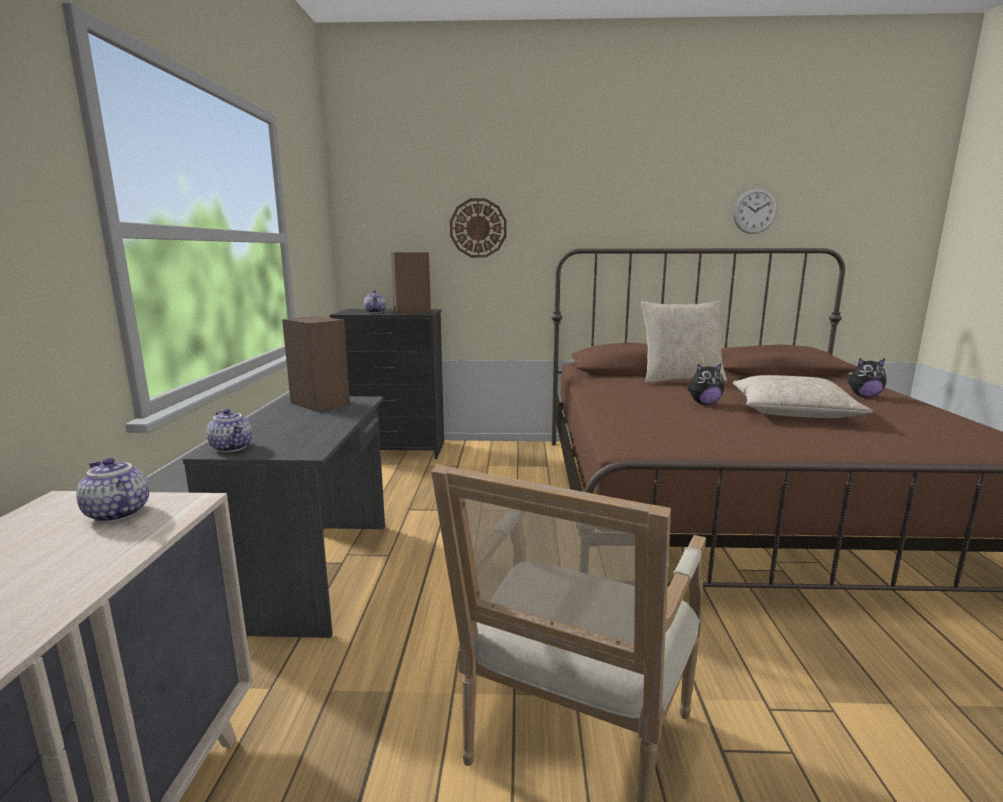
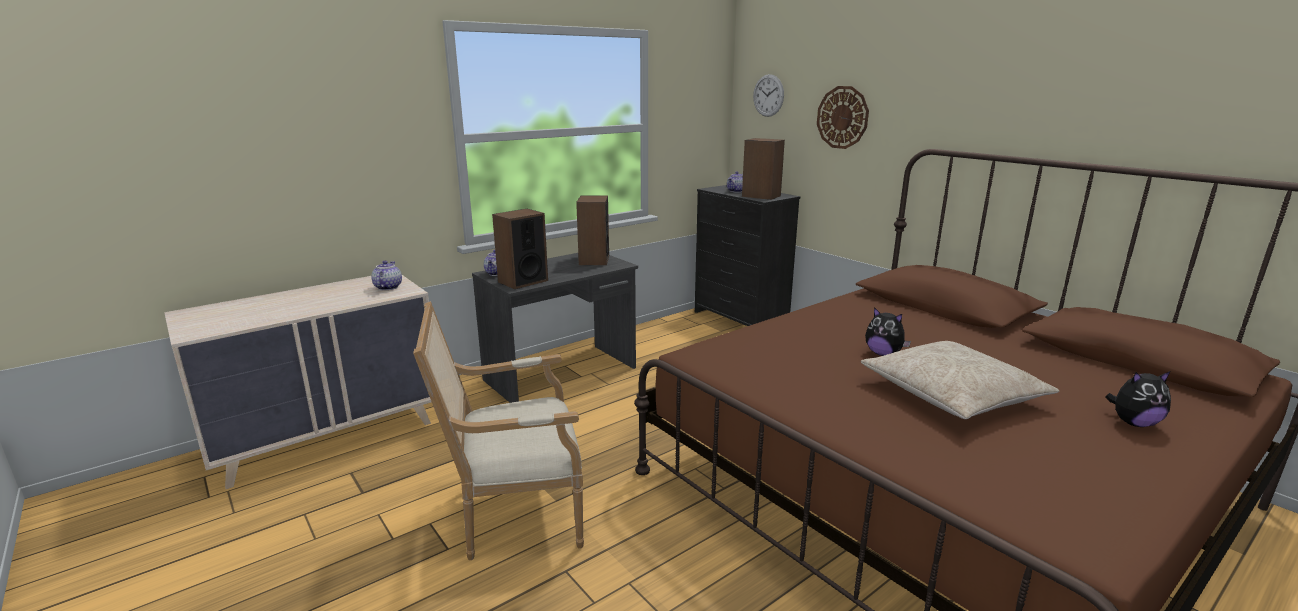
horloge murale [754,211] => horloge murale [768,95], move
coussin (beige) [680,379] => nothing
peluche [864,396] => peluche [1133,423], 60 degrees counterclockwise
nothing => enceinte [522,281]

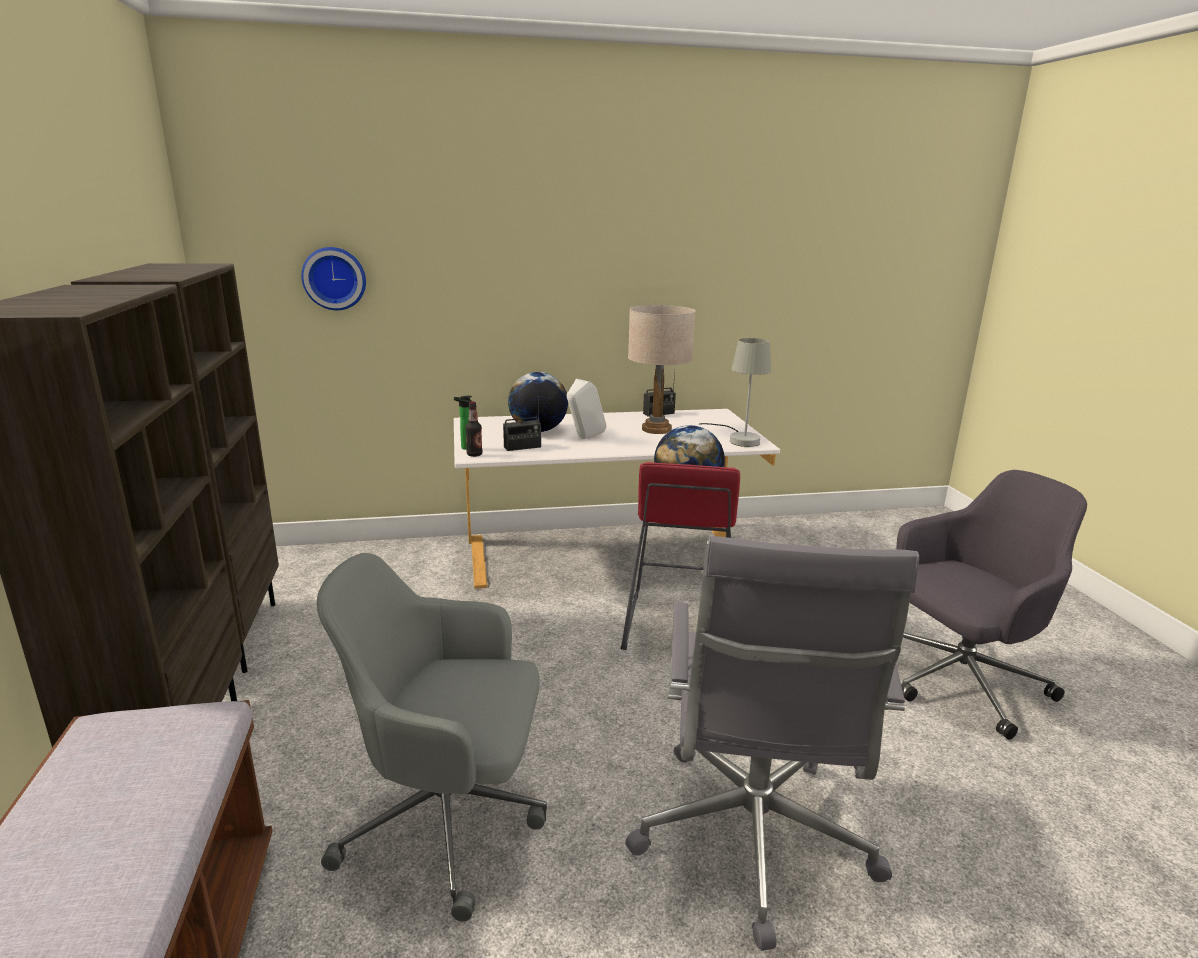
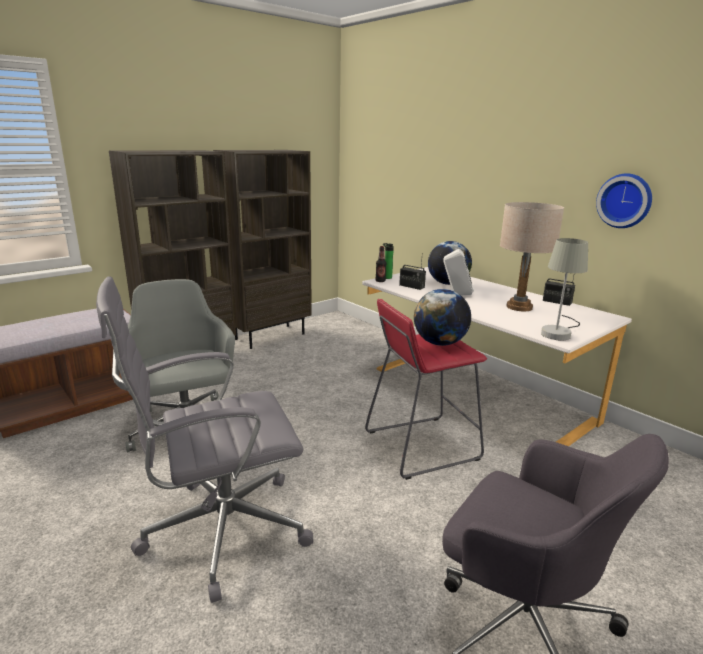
horloge murale [334,278] => horloge murale [625,200], move

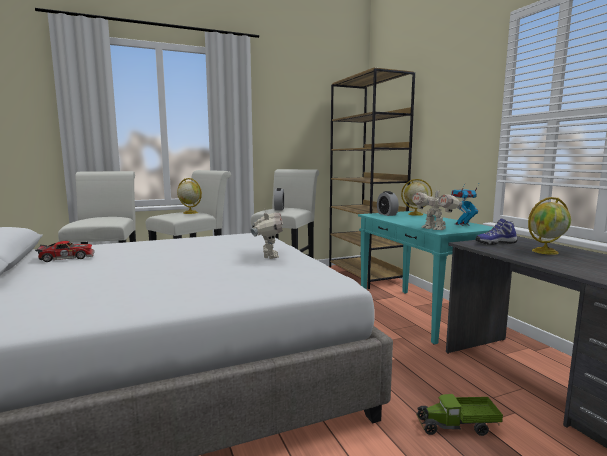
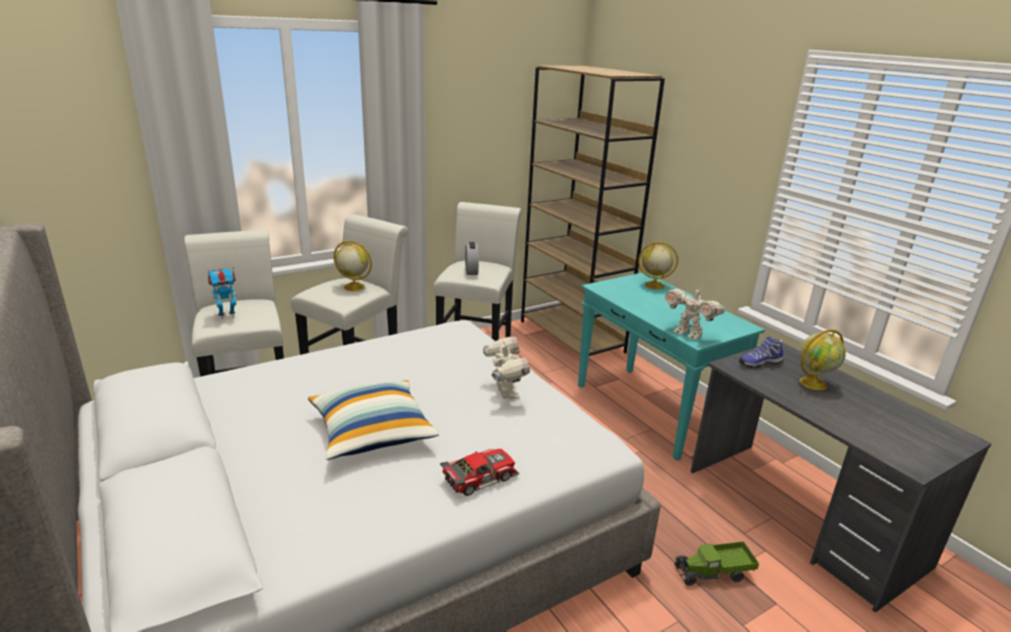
robot jouet [462,224] => robot jouet [227,315], move
réveil [387,214] => nothing
petite voiture [67,257] => petite voiture [478,476], move
nothing => coussin [371,432]

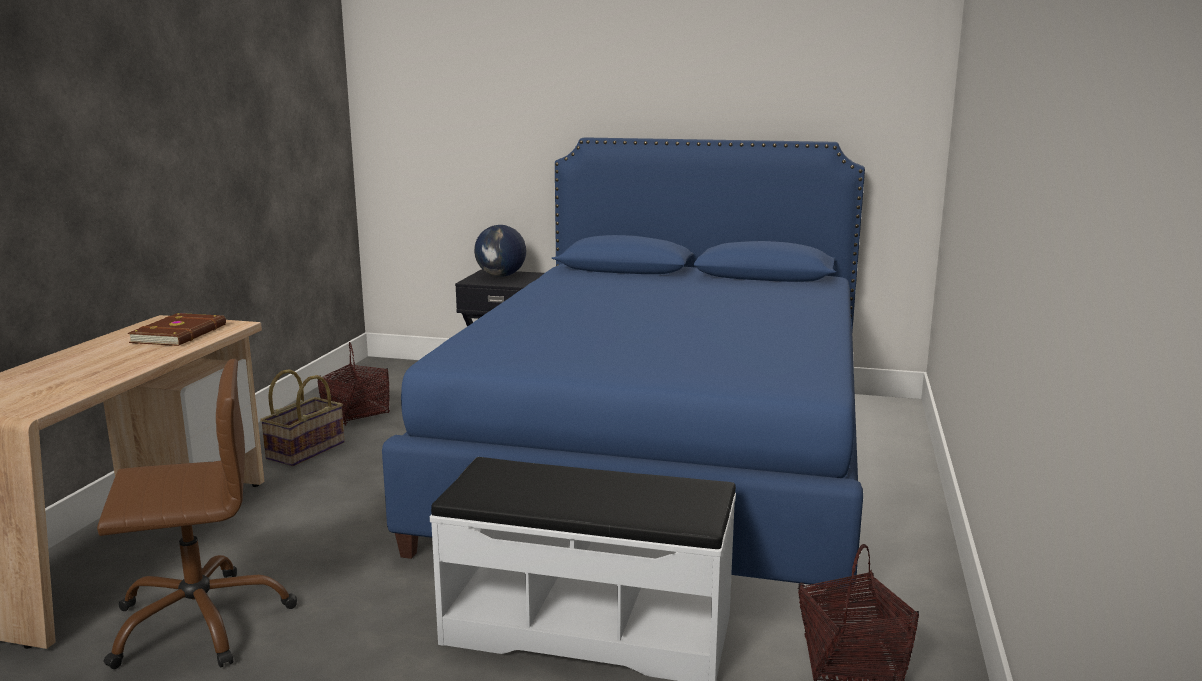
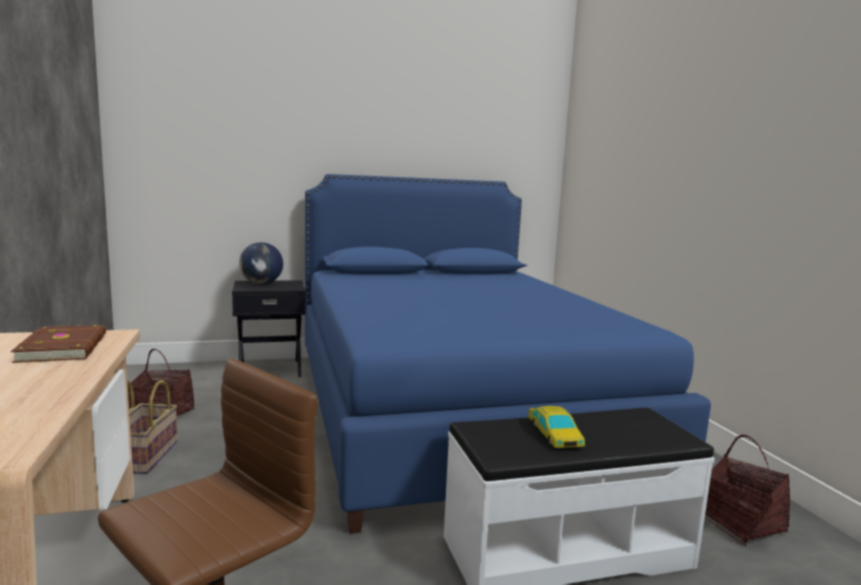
nothing => petite voiture [554,434]

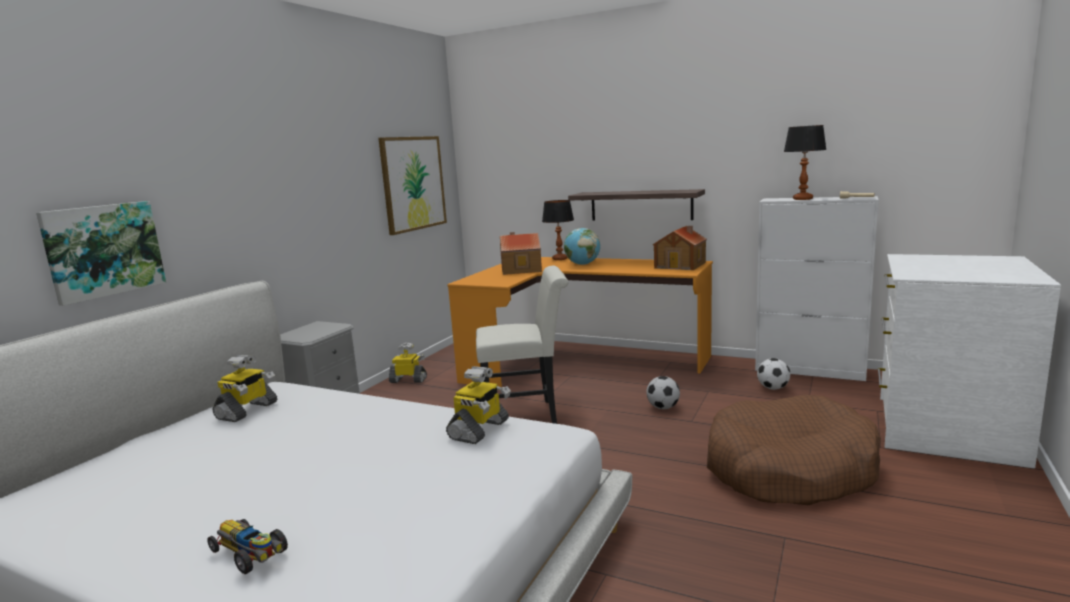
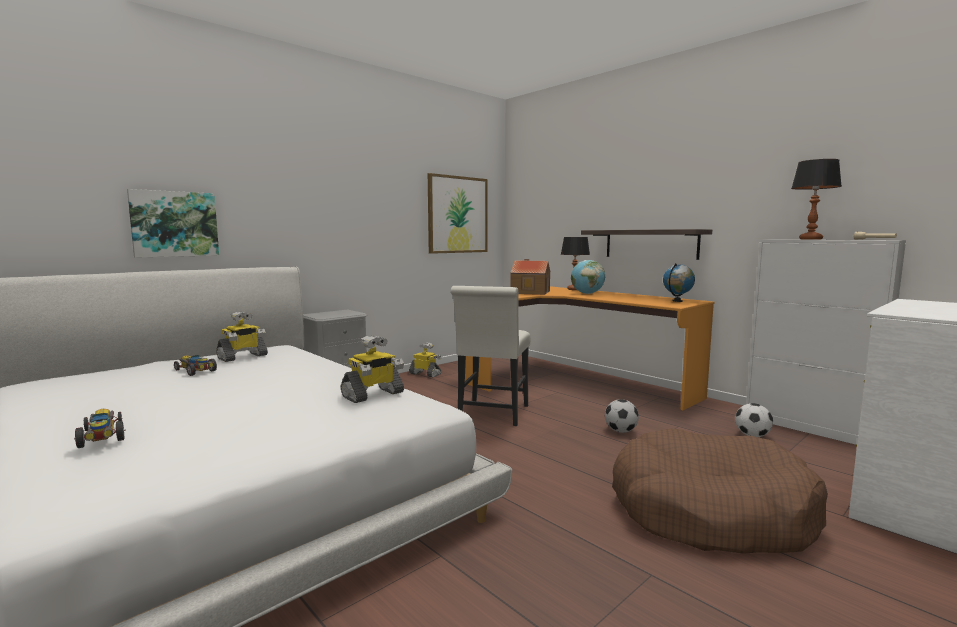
maison miniature [681,265] => globe [677,301]
chaise (blanc) [527,416] => chaise (blanc) [492,415], 90 degrees clockwise
nothing => petite voiture [196,371]

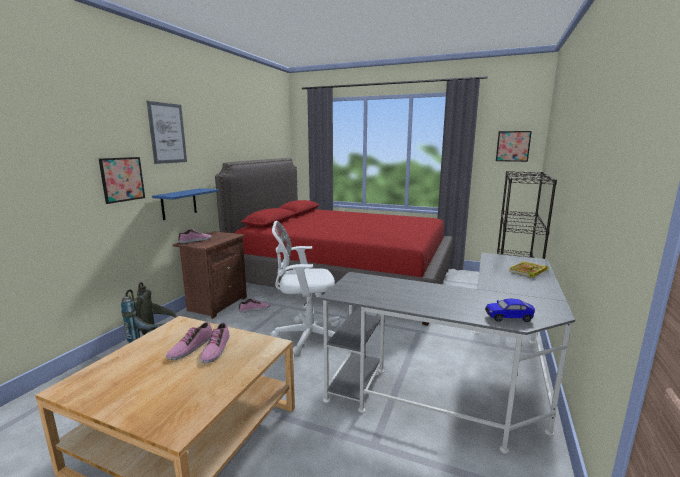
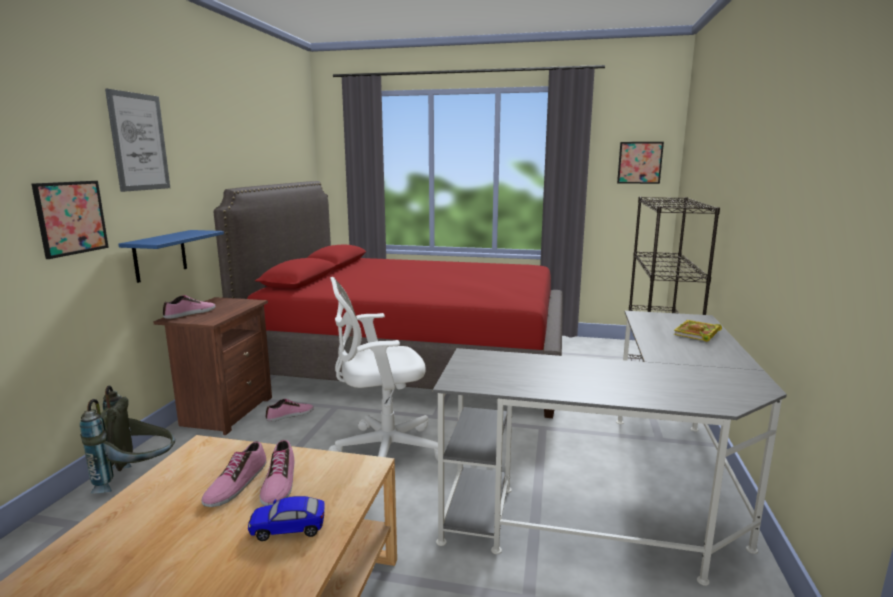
petite voiture [508,317] => petite voiture [288,529], move

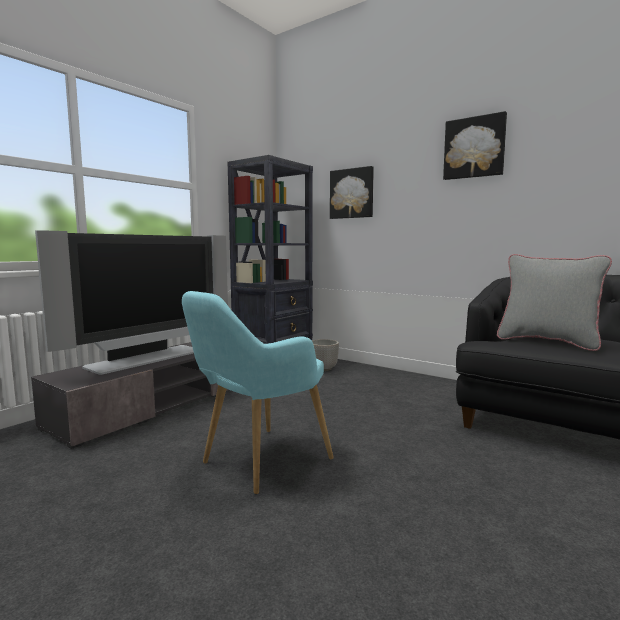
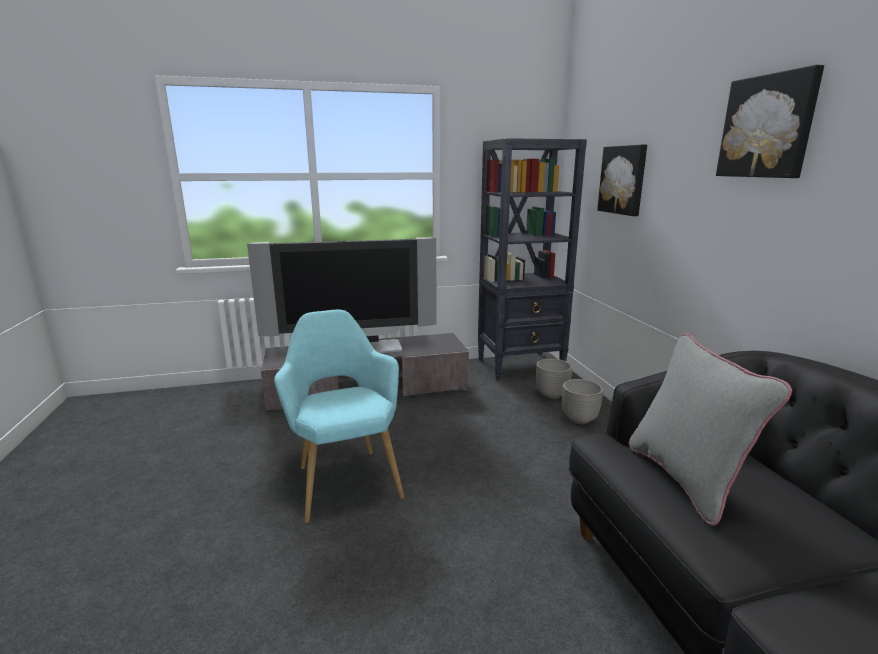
fauteuil (turquoise) [258,462] => fauteuil (turquoise) [345,478], 75 degrees clockwise
nothing => cache-pot [580,420]

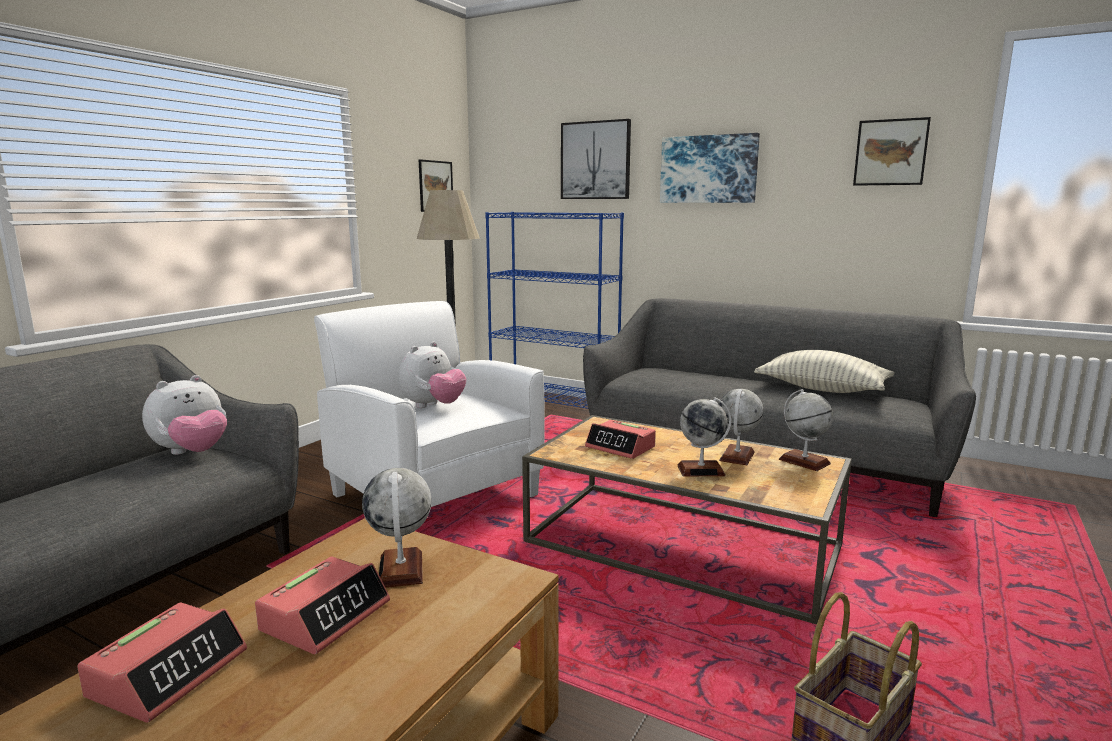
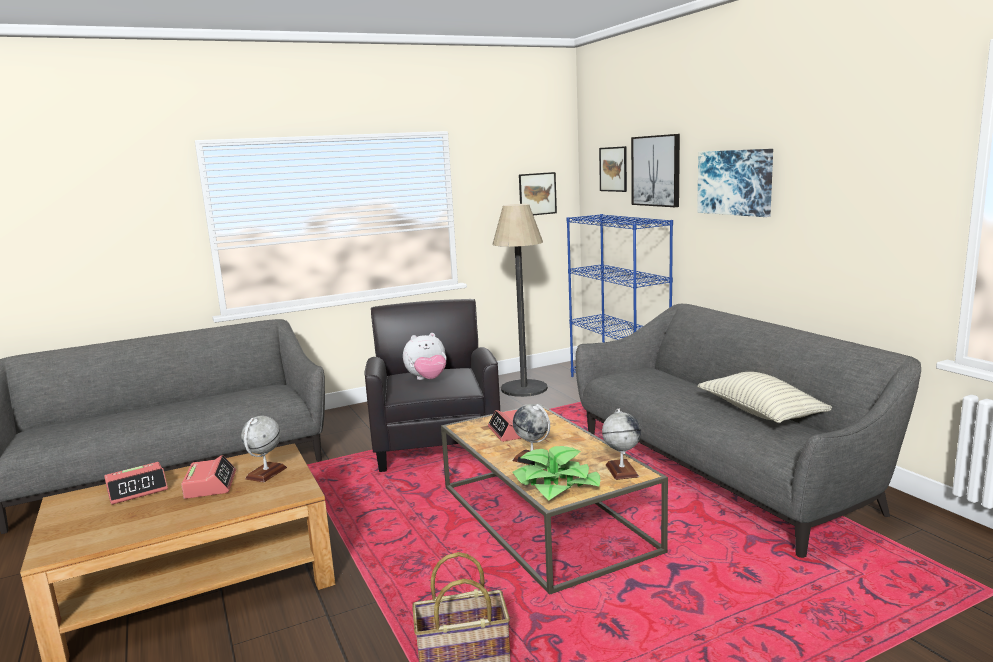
tableau [890,152] => tableau [613,169], move
fauteuil (blanc) [433,494] => fauteuil (noir) [436,443]
peluche [192,453] => nothing
globe [737,456] => nothing
réveil [326,616] => réveil [210,485], 75 degrees counterclockwise
nothing => plante en pot [556,485]

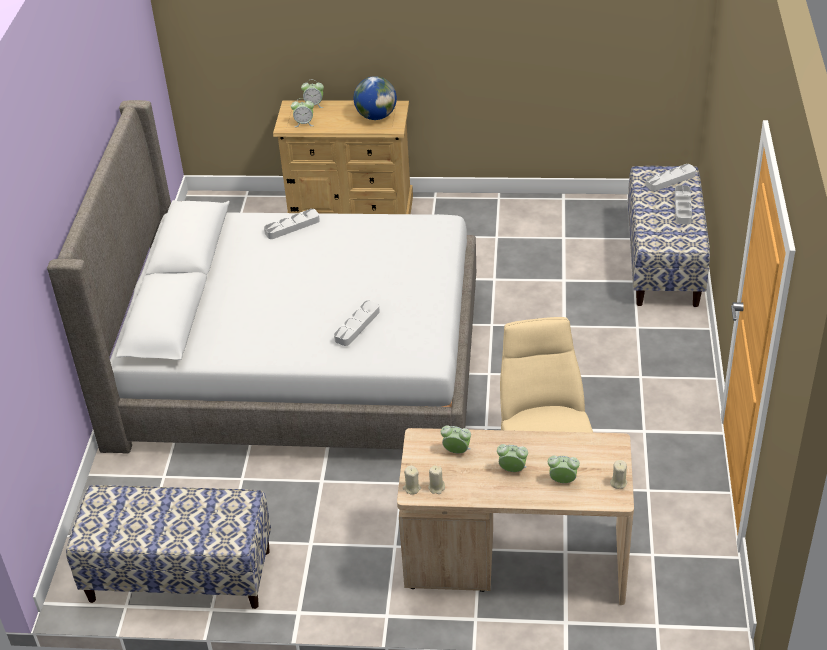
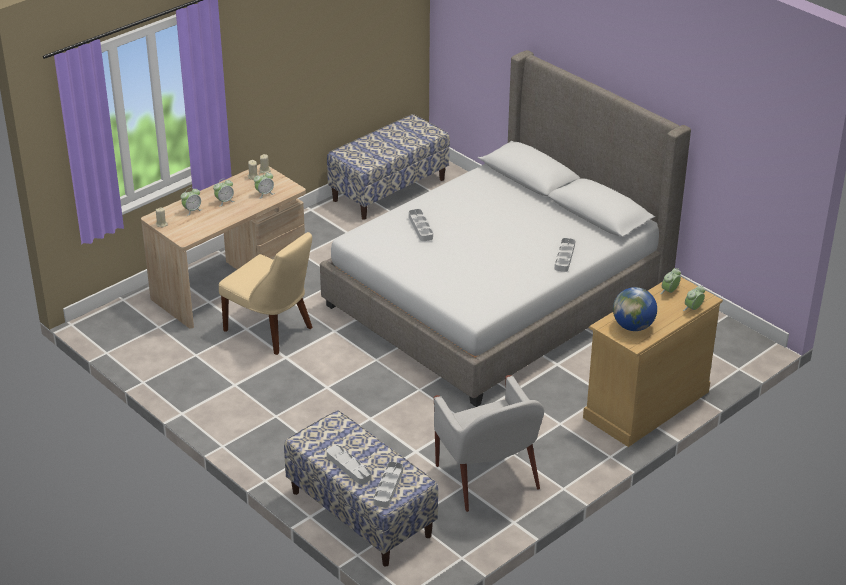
nothing => fauteuil (blanc) [488,479]

